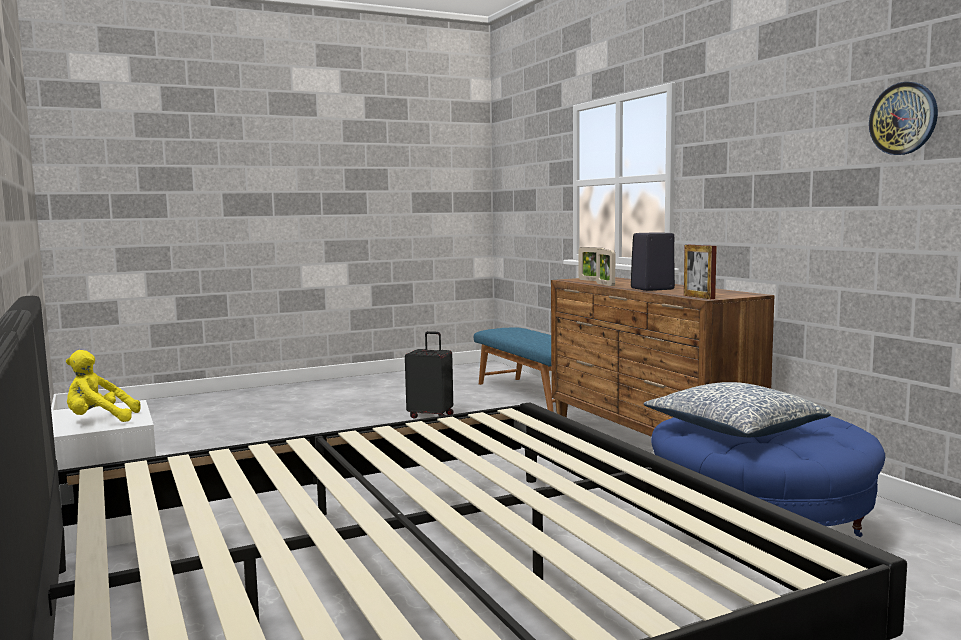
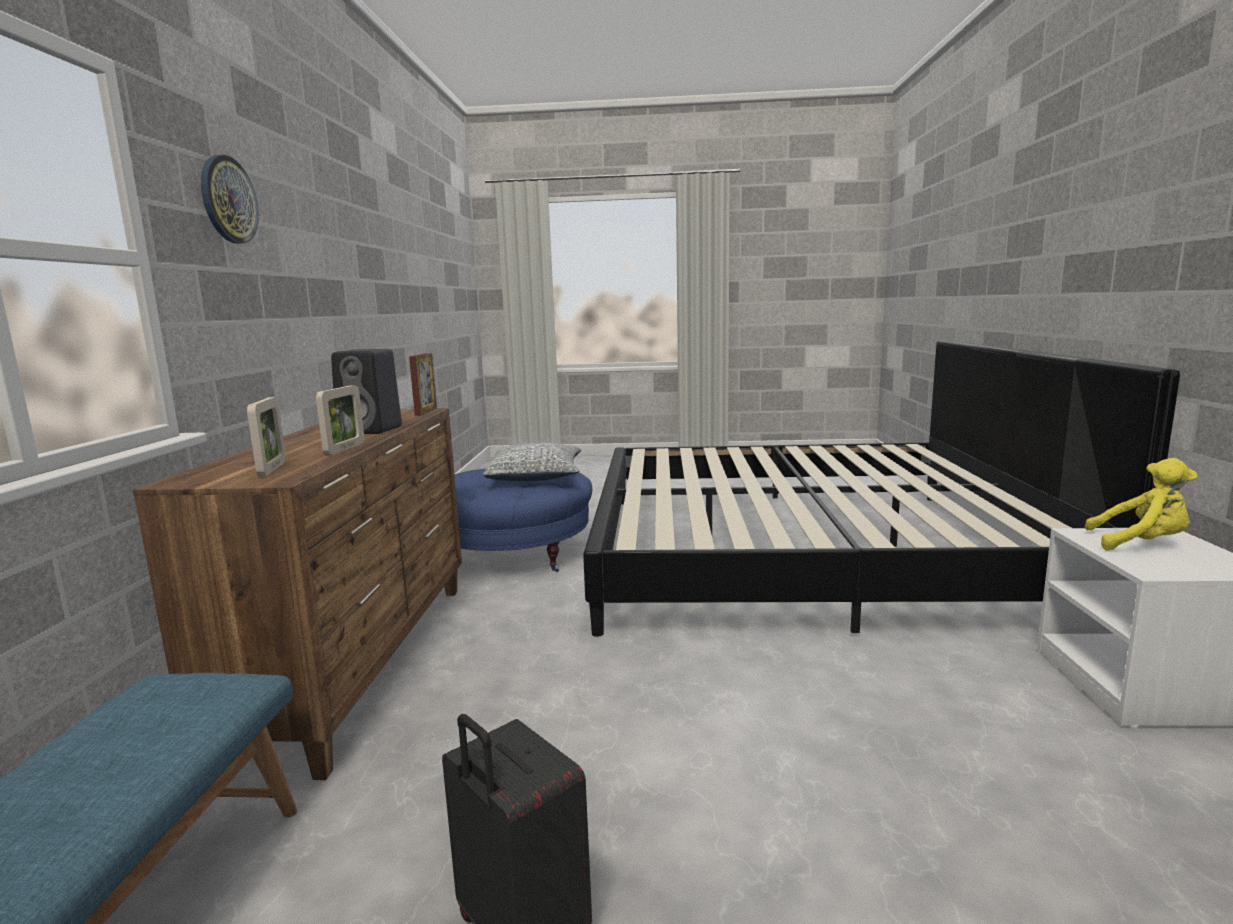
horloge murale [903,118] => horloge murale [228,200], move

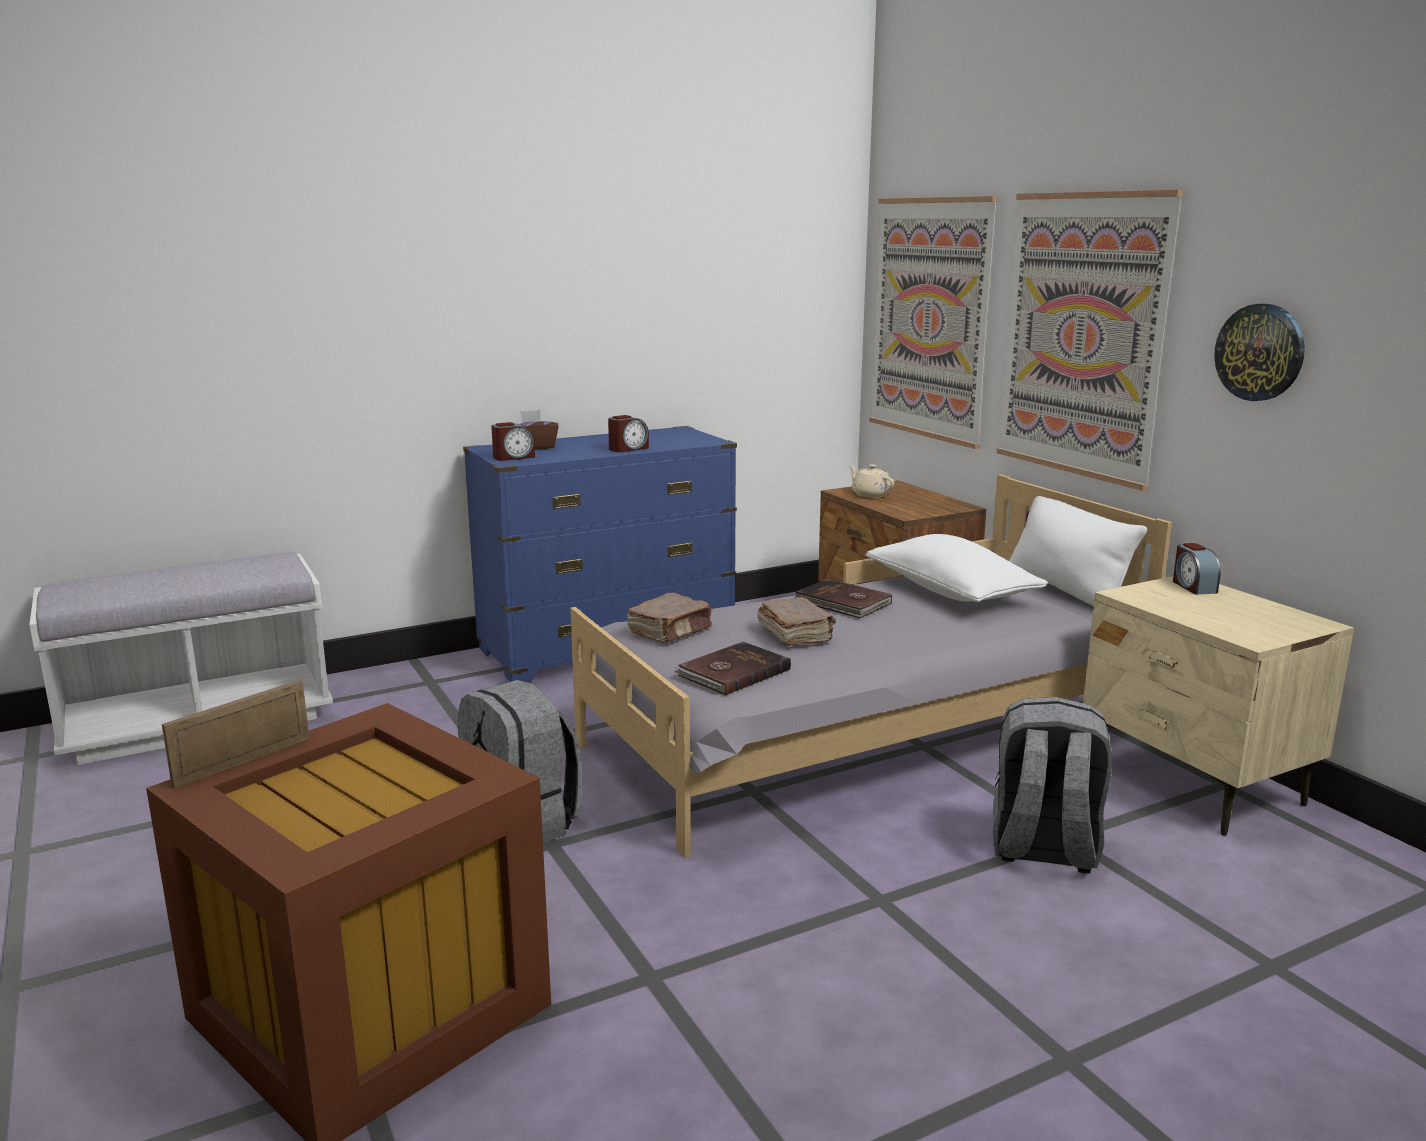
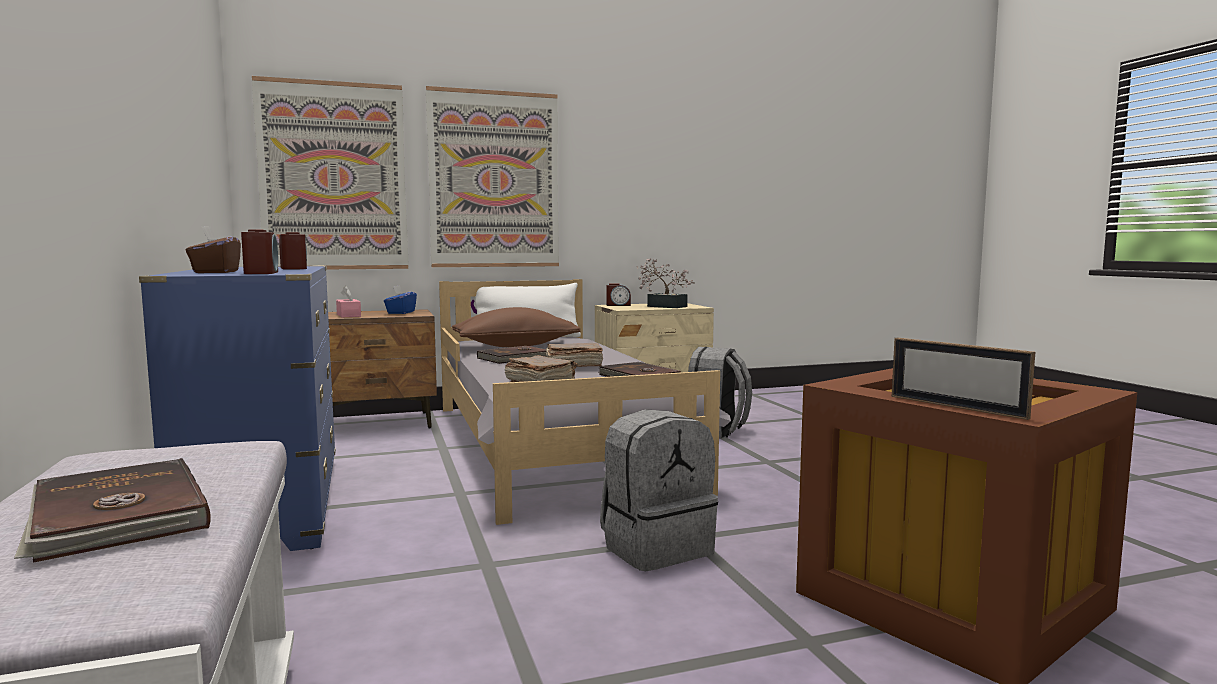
horloge murale [1260,352] => nothing
théière (beige) [870,494] => boîte à mouchoirs (rose) [348,315]
coussin (blanc) [951,592] => coussin (marron) [515,346]
nothing => plante en pot [663,306]
nothing => boîte à mouchoirs (bleu) [400,312]
nothing => livre (marron) [115,516]

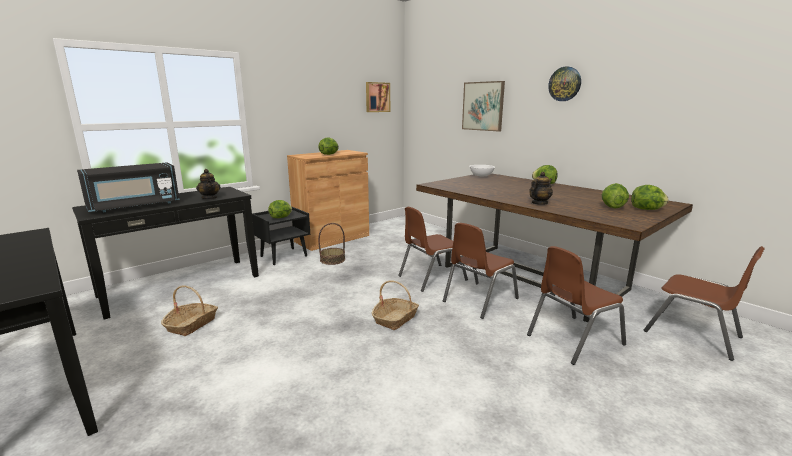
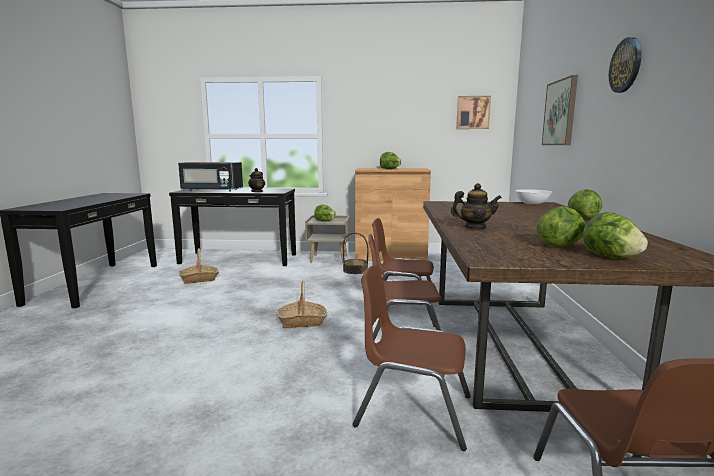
table de chevet (noir) [284,256] => table de chevet (beige) [329,259]

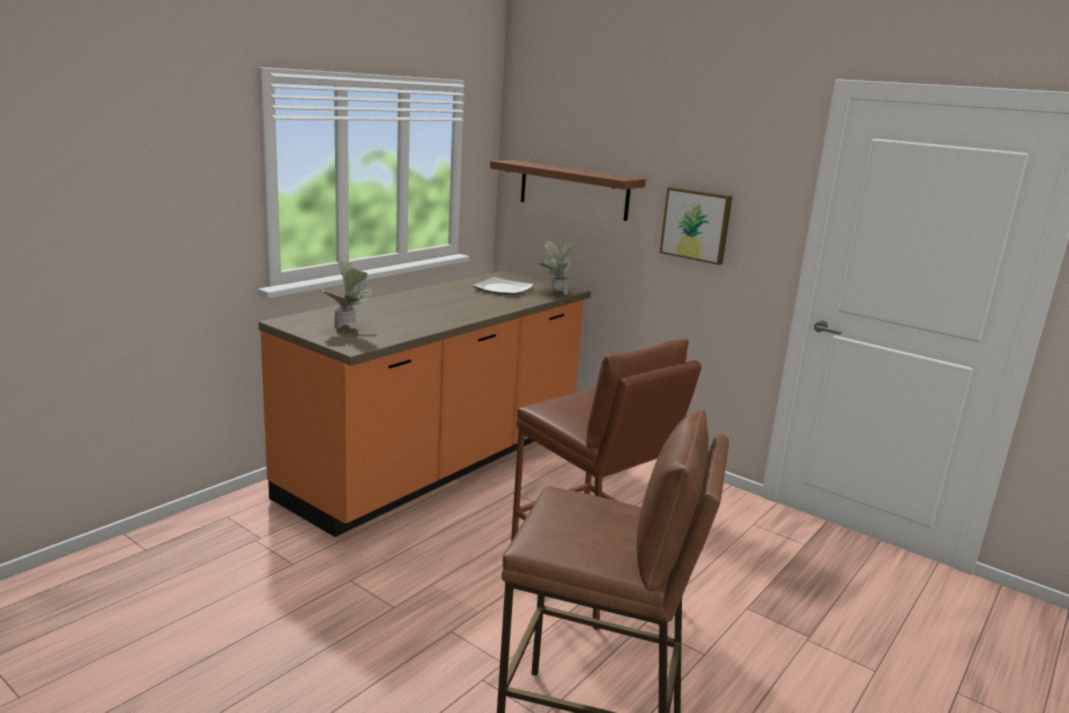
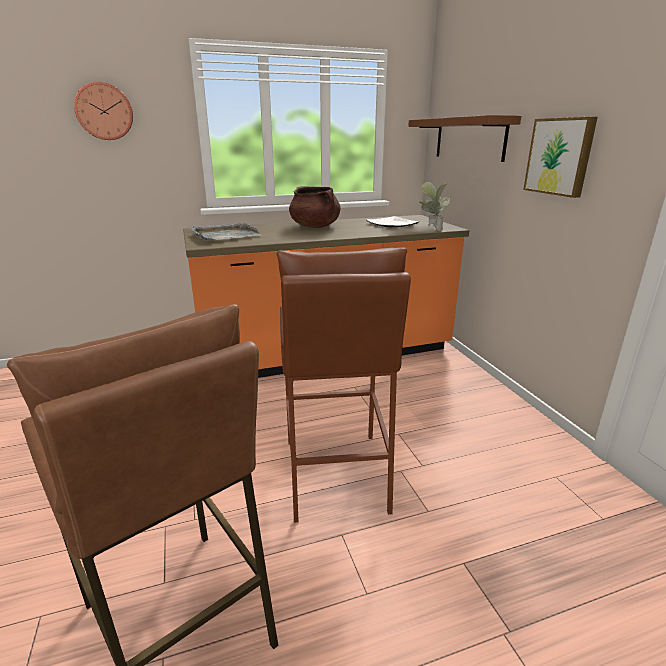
plante en pot [348,328] => plateau (gris) [225,235]
nothing => horloge murale [104,111]
nothing => marmite (marron) [315,227]

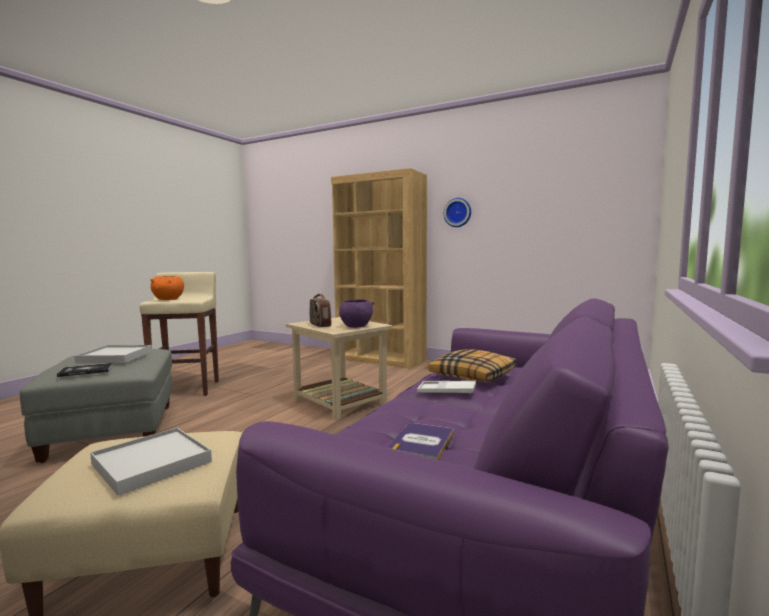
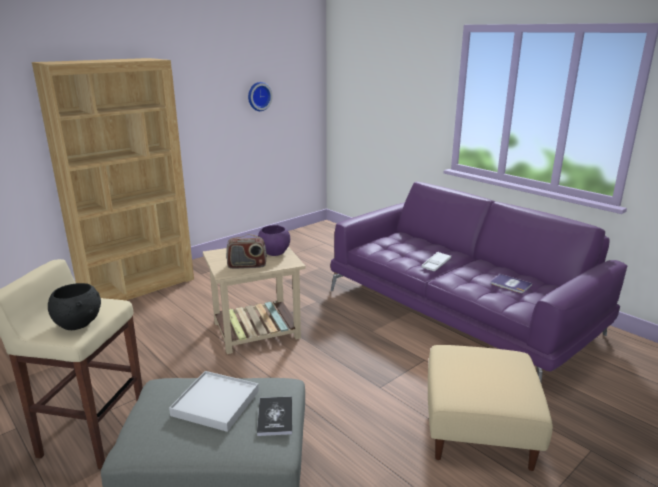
horloge murale [458,212] => horloge murale [258,96], move
bol (orange) [168,299] => bol (noir) [78,324]
coussin [473,376] => nothing
plateau (blanc) [151,463] => nothing

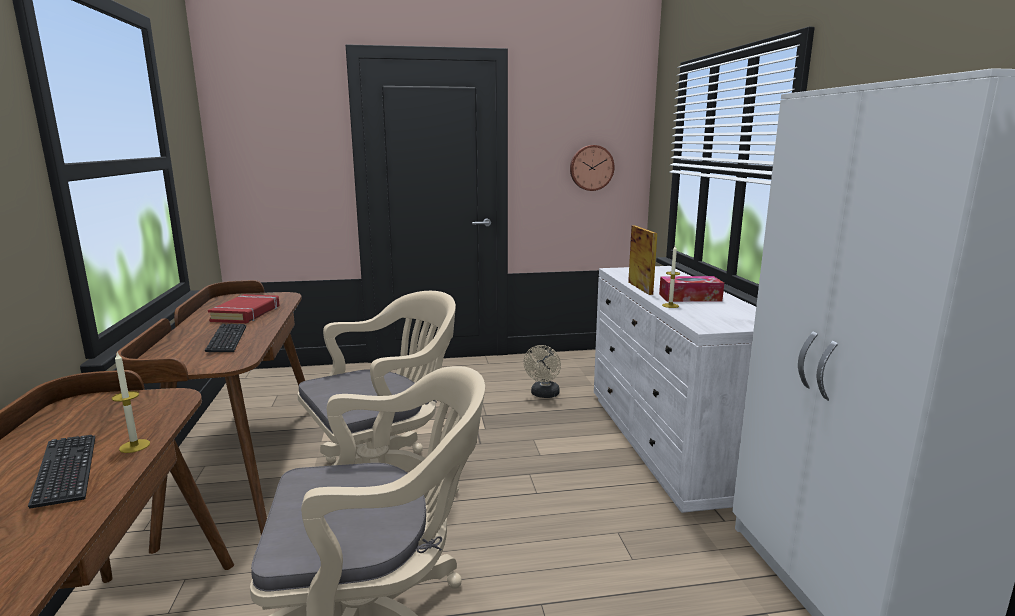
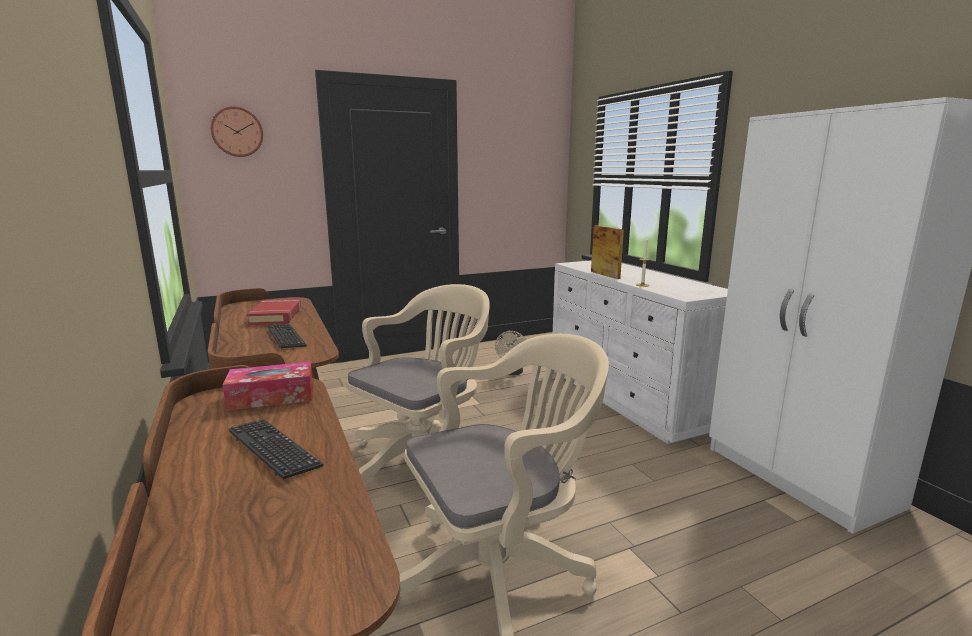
horloge murale [591,167] => horloge murale [237,132], move
boîte à mouchoirs [690,297] => boîte à mouchoirs [272,397], move
bougie [134,446] => nothing

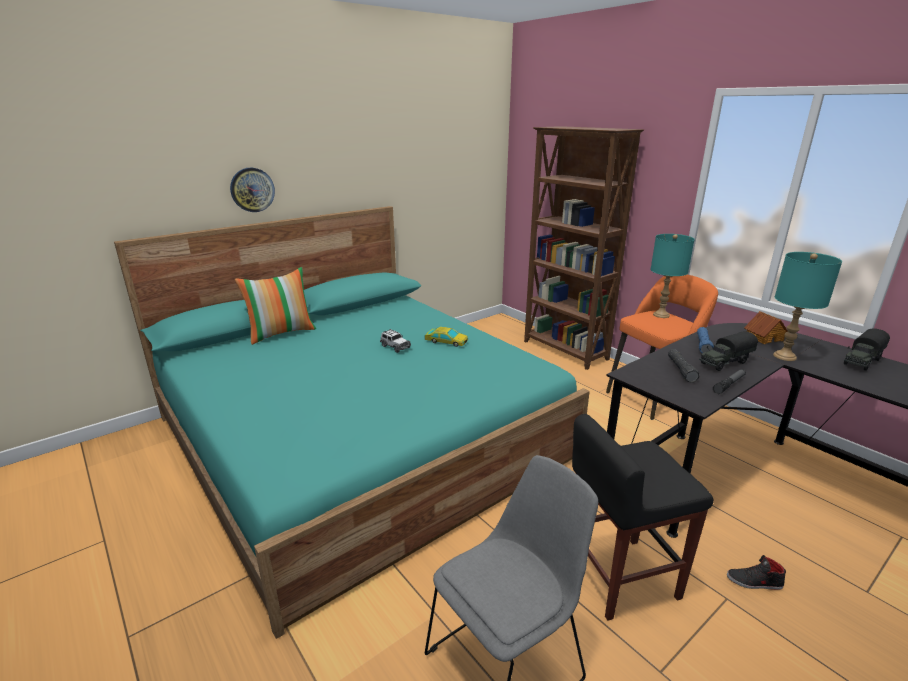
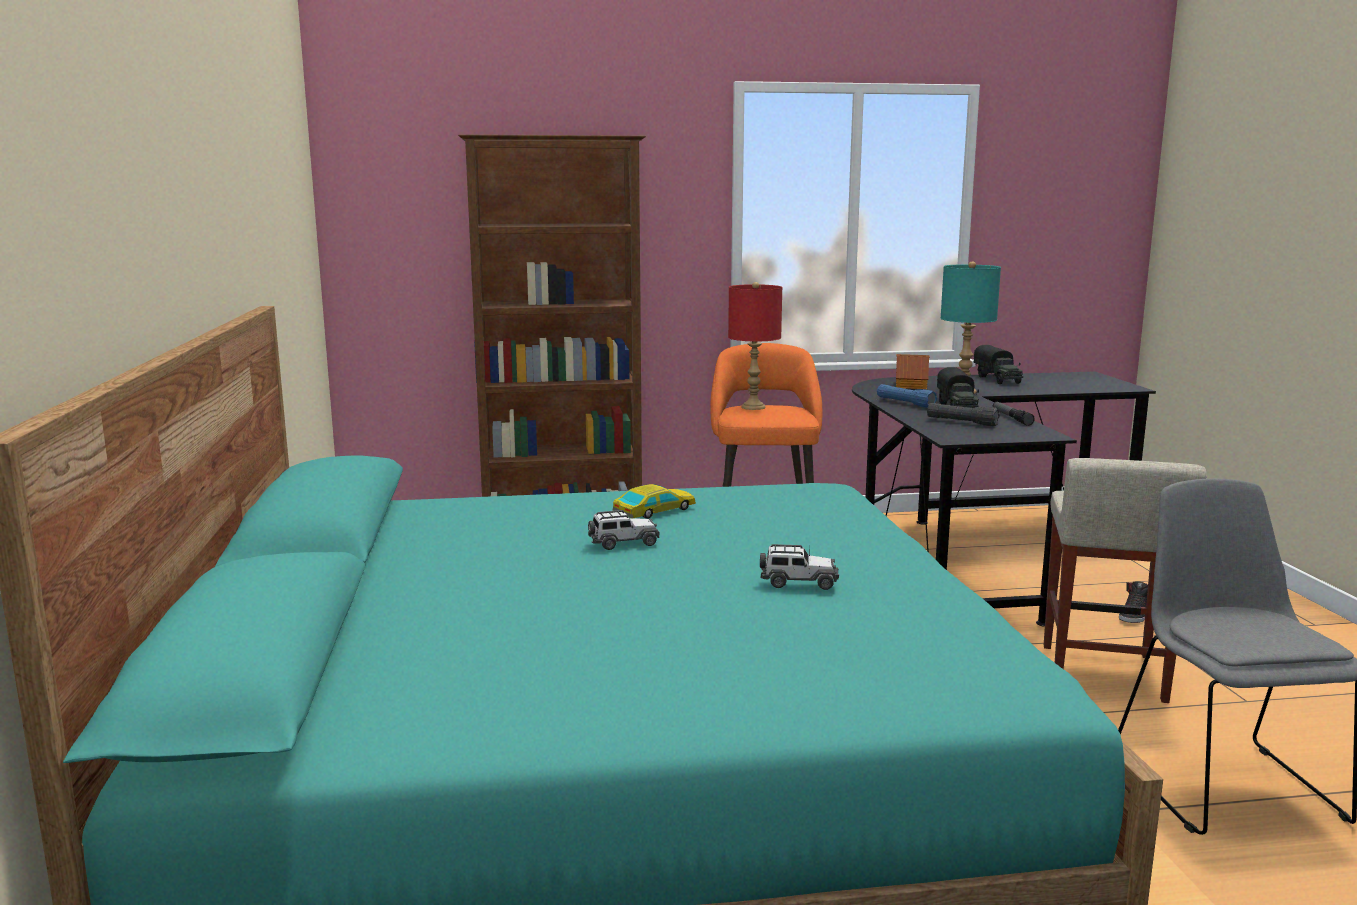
horloge murale [252,190] => nothing
lampe de table (turquoise) [661,315] => lampe de table (rouge) [753,407]
coussin [281,333] => nothing
tabouret (noir) [620,577] => tabouret (beige) [1102,673]
nothing => petite voiture [798,582]

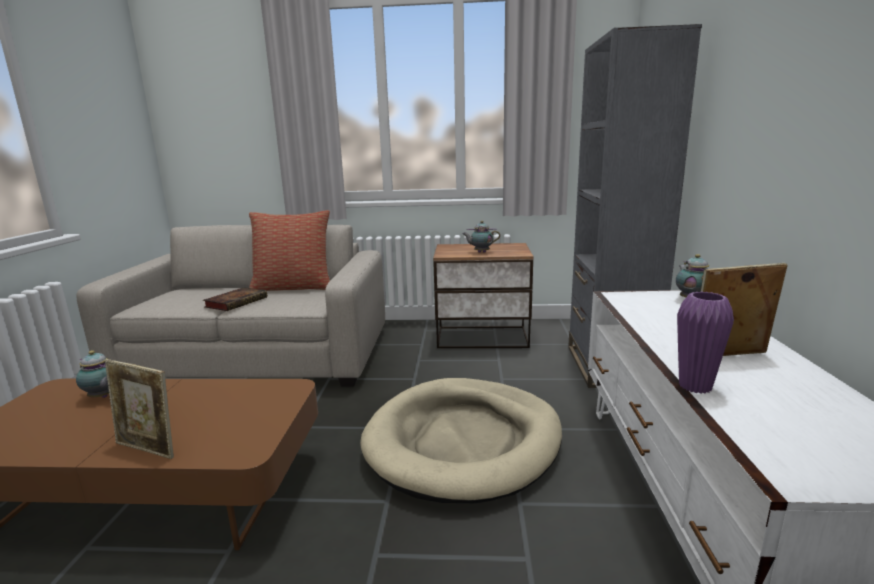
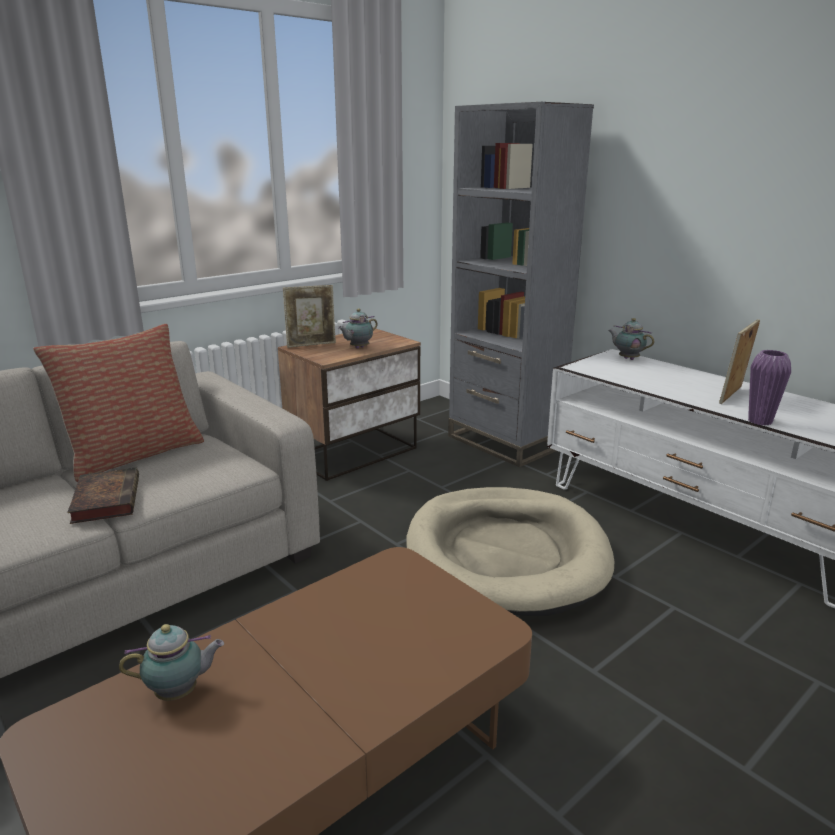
cadre photo [148,448] => cadre photo [311,344], move

